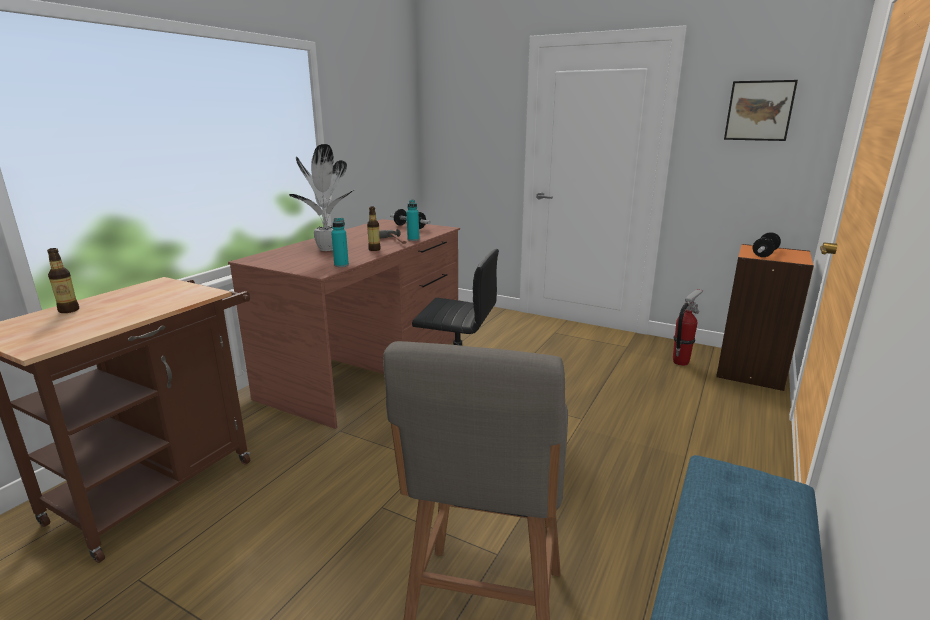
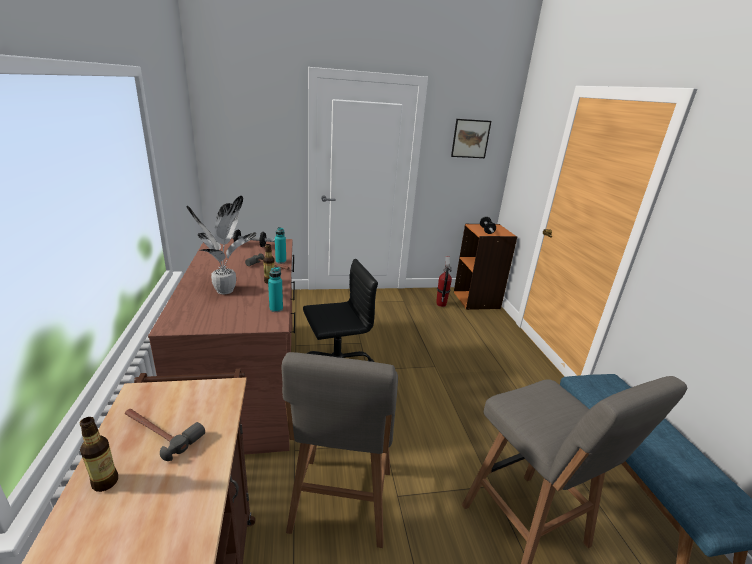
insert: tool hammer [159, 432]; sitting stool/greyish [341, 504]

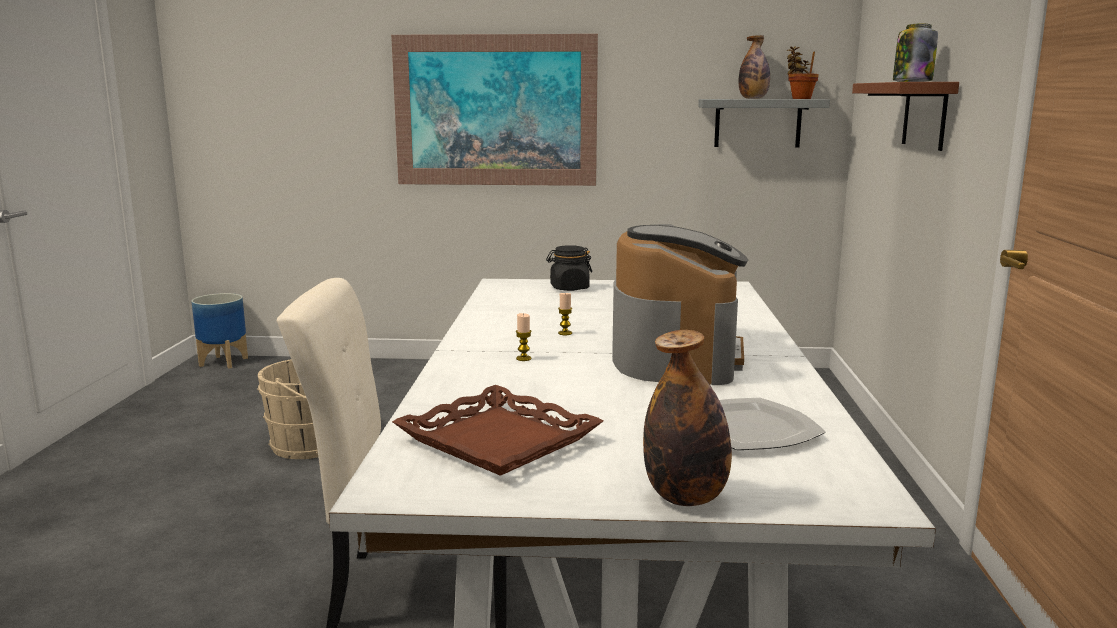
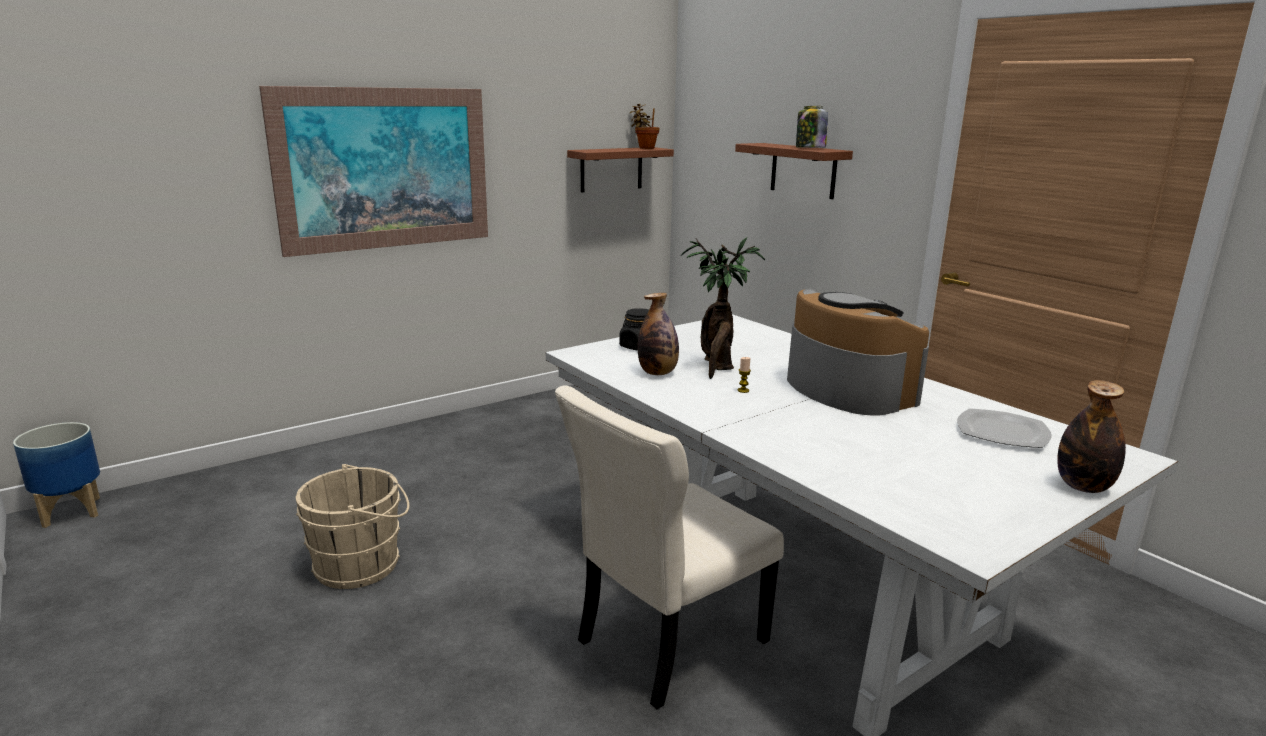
delete: carrying tray/brownish [499, 440]; candle [523, 358]
insert: potted plant [717, 367]
move: bottle [753, 98] to [658, 373]
recolor: bracket shelf/greyish [757, 123] to bracket shelf/brownish [611, 169]

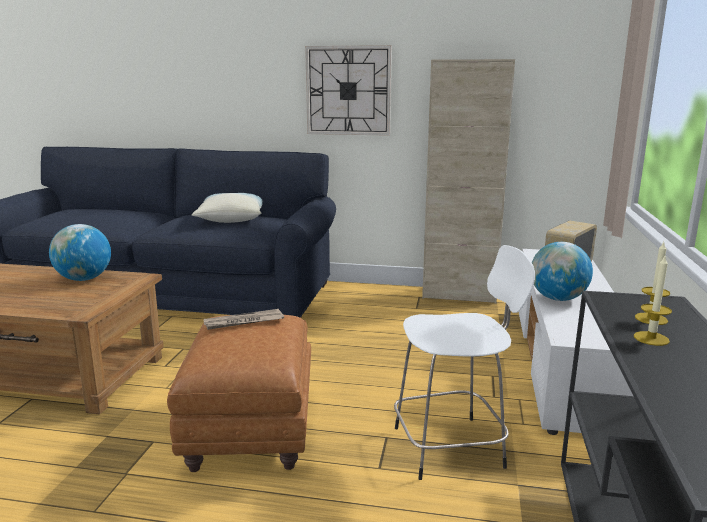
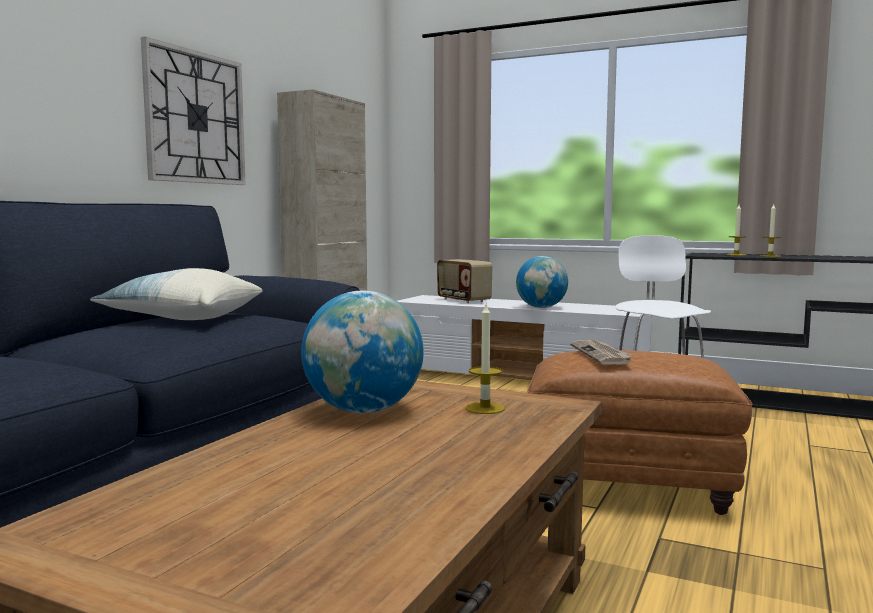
insert: candle [485, 408]

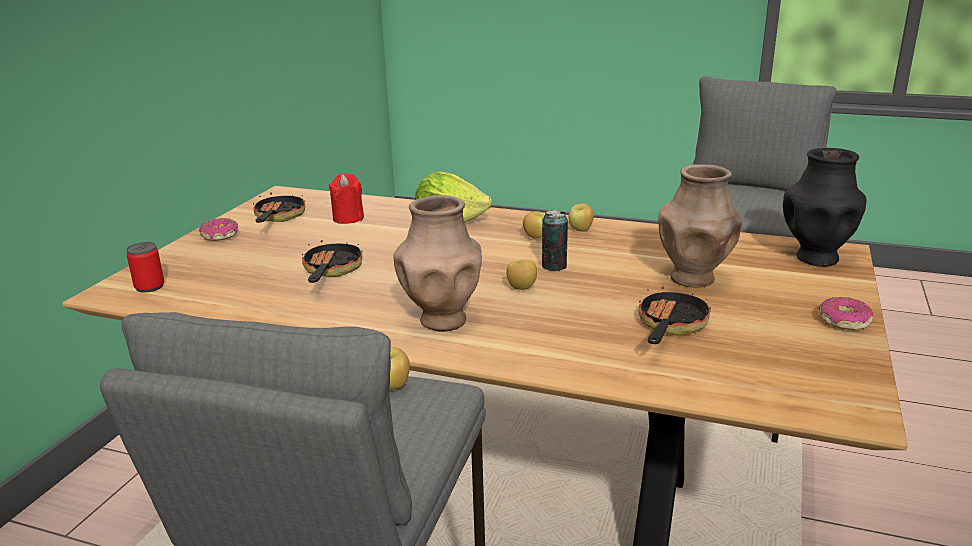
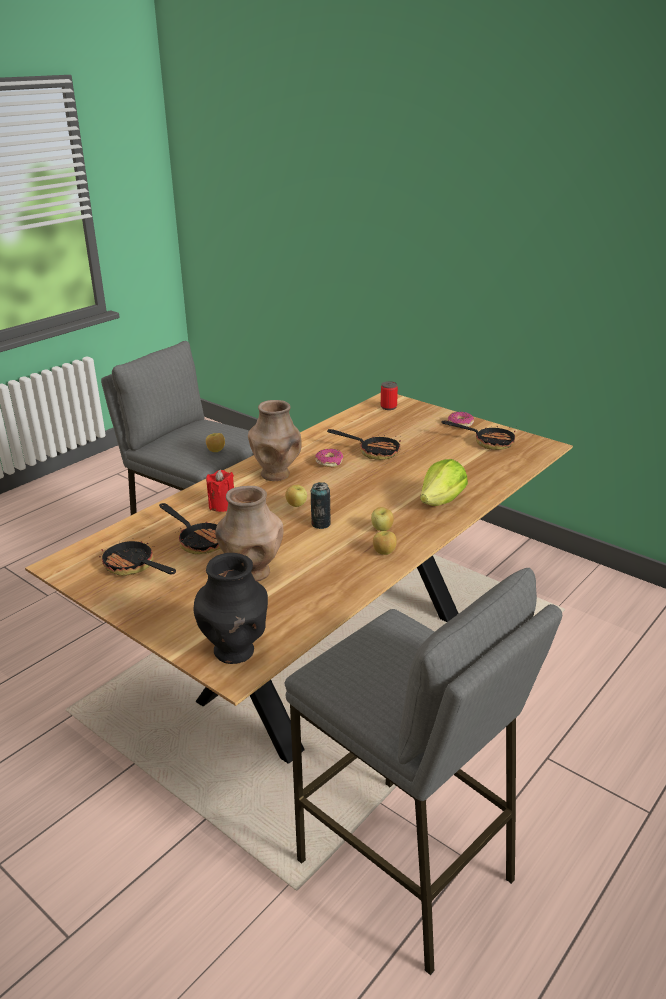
insert: pan [134, 567]
move: candle/red [348, 218] to [222, 505]; ring doughnut [843, 321] to [329, 462]

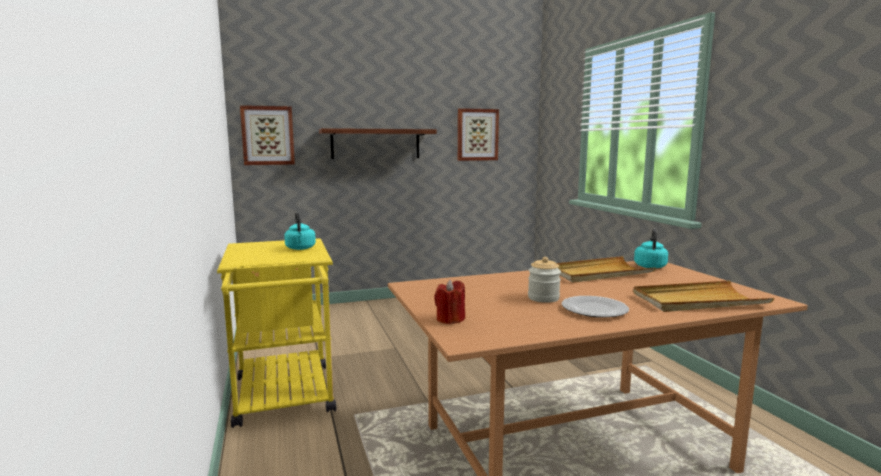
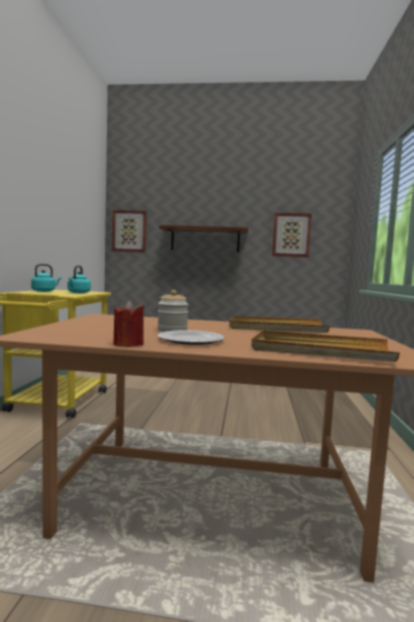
move: candle/red [450, 319] to [128, 344]; tea kettle/turquoise-coloured [650, 266] to [45, 291]

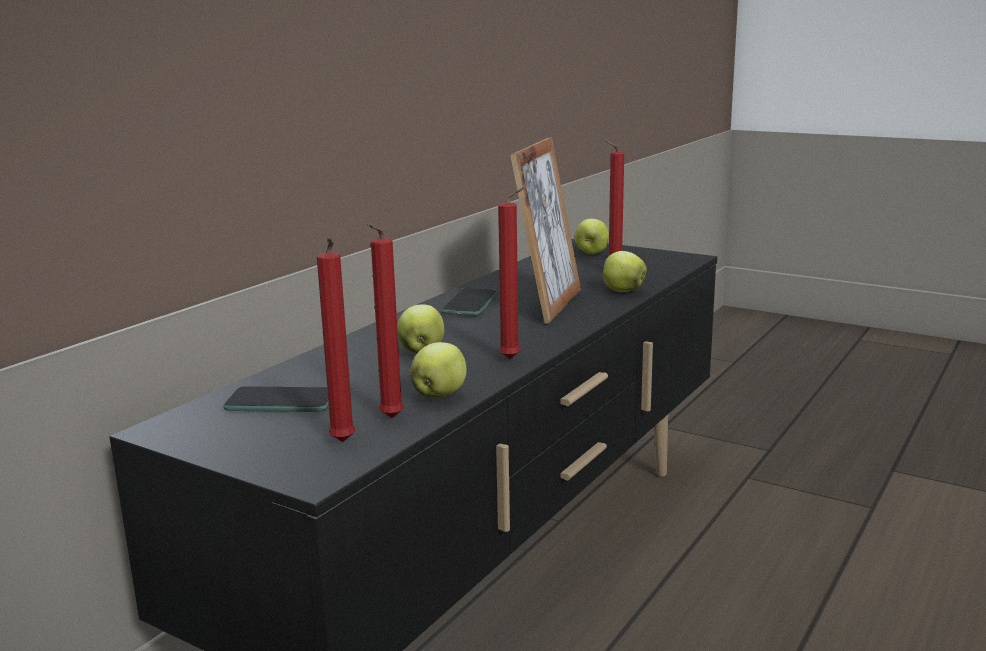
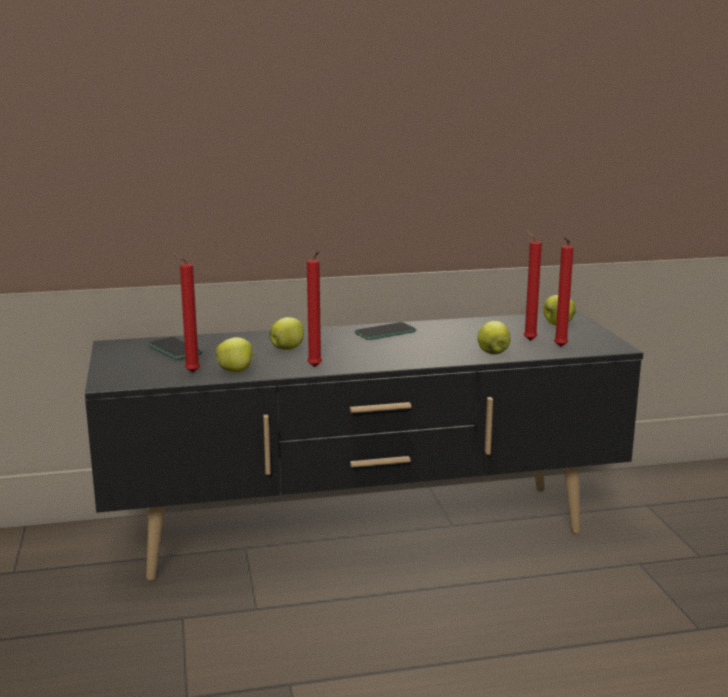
delete: photo frame [548, 304]
move: candle/red [343, 444] to [559, 347]

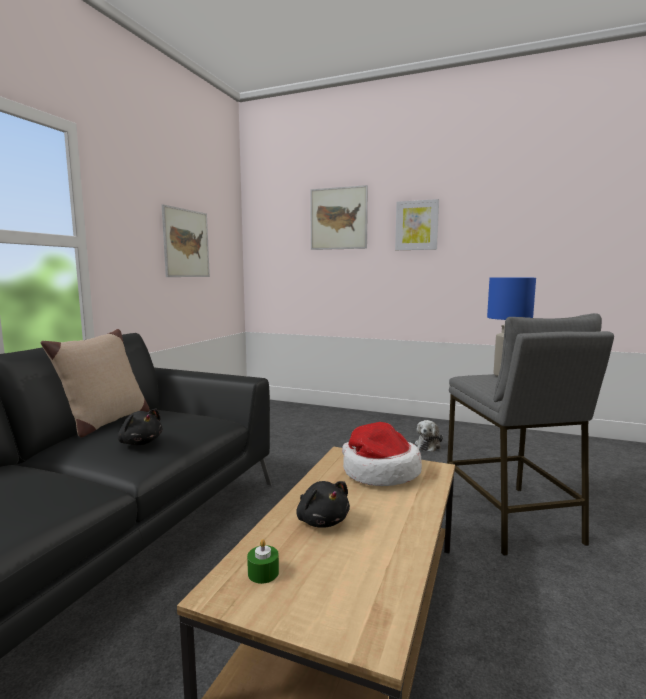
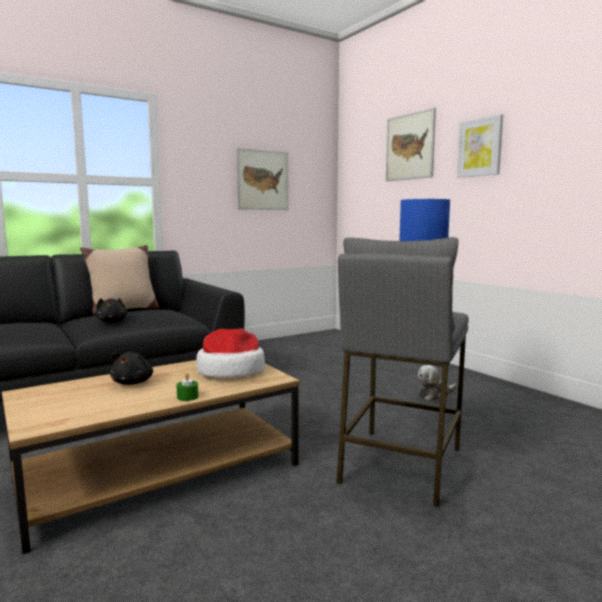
move: candle/green [263, 573] to [187, 397]

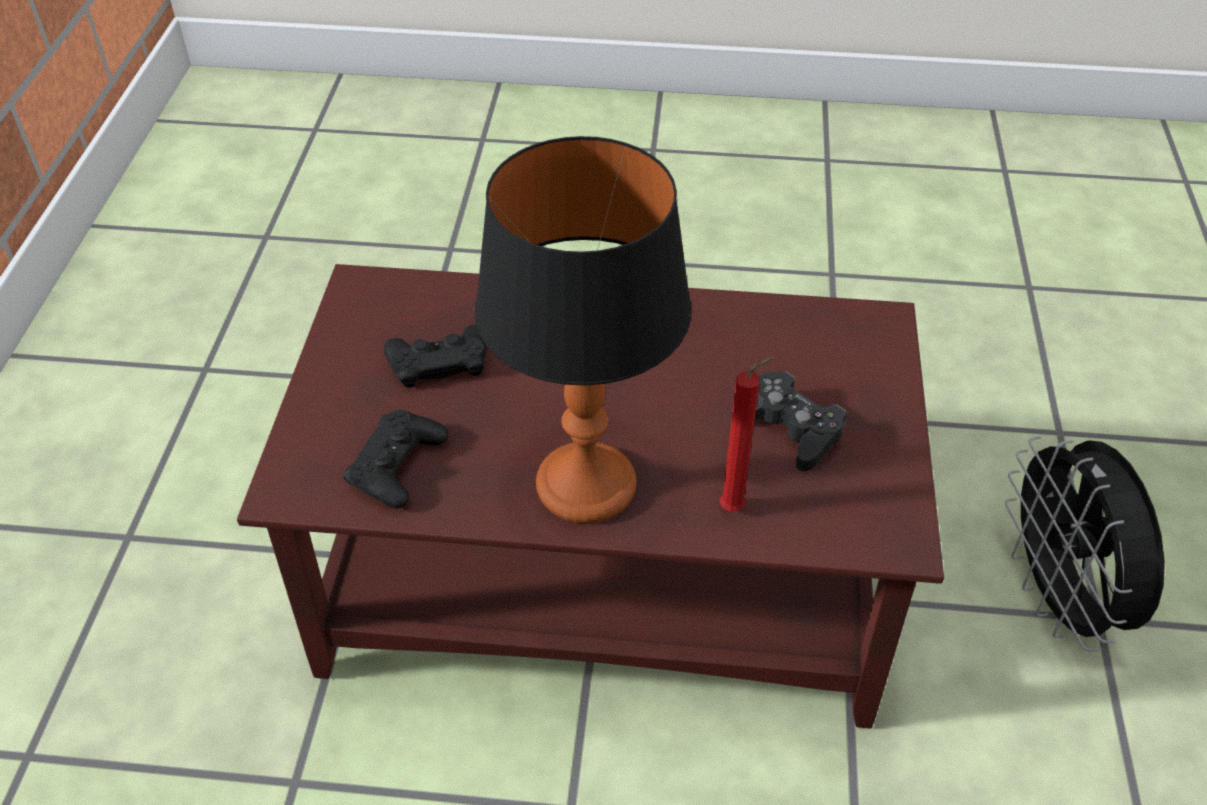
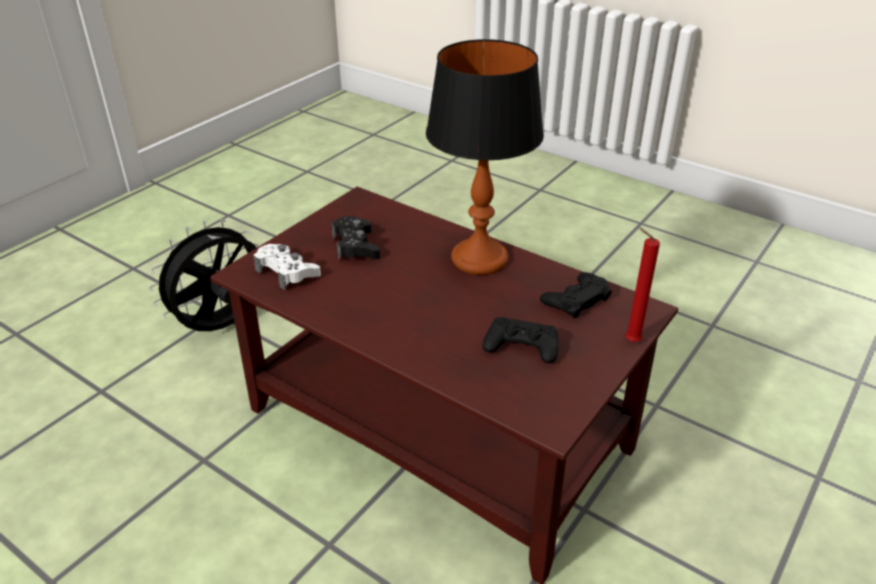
insert: joypad/white [287, 272]
move: candle/red [736, 507] to [629, 341]
rotate: fan/black [1059, 599] = [223, 326] 150 degrees counterclockwise

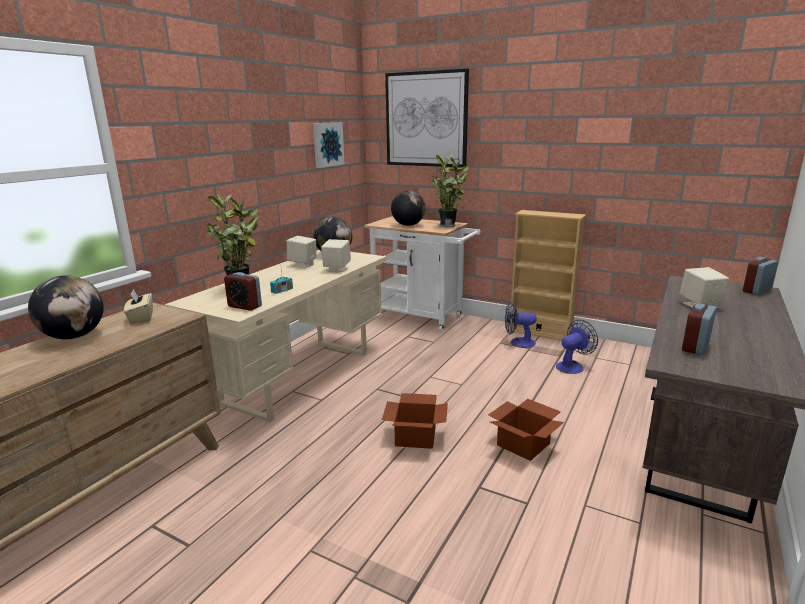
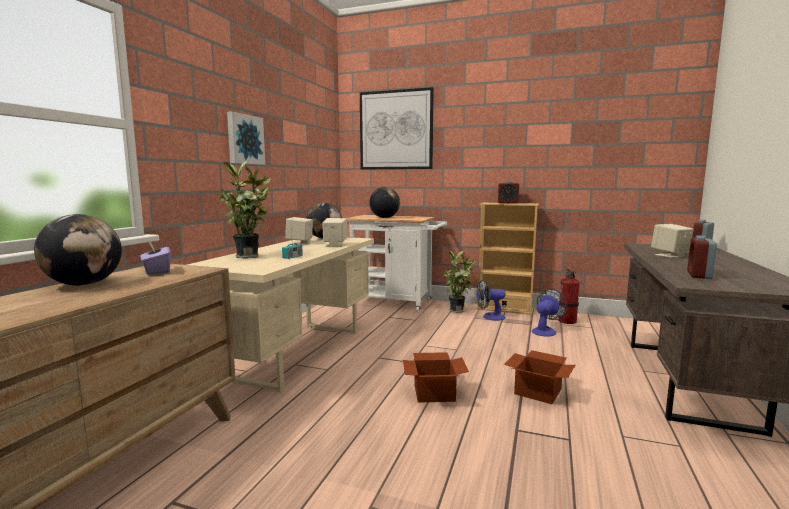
insert: fire-fighting cylinder [567, 321]
move: alarm clock [245, 306] to [508, 203]; wall picture [327, 144] to [244, 139]; potted plant [449, 225] to [458, 310]
recolor: box of tissues/sand-coloured [141, 318] to box of tissues/purple [157, 271]

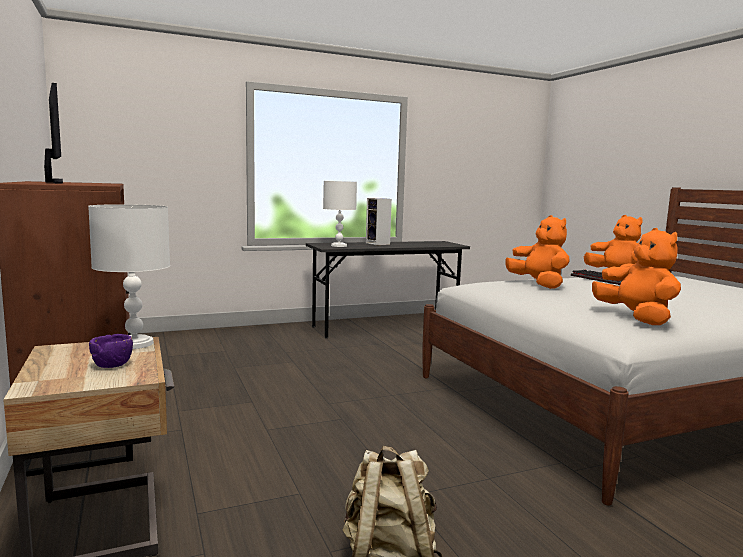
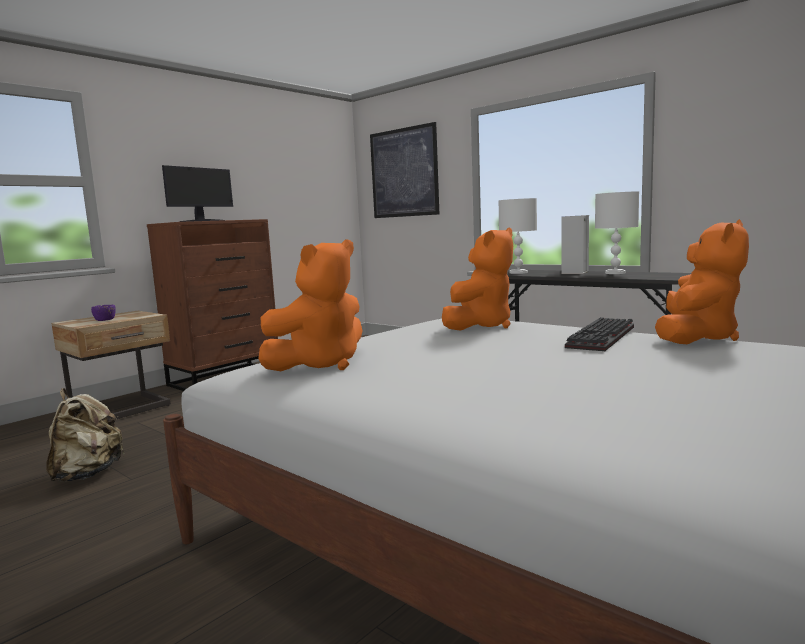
insert: wall picture [404, 173]
move: tabletop lamp/white [135, 344] to [615, 273]

